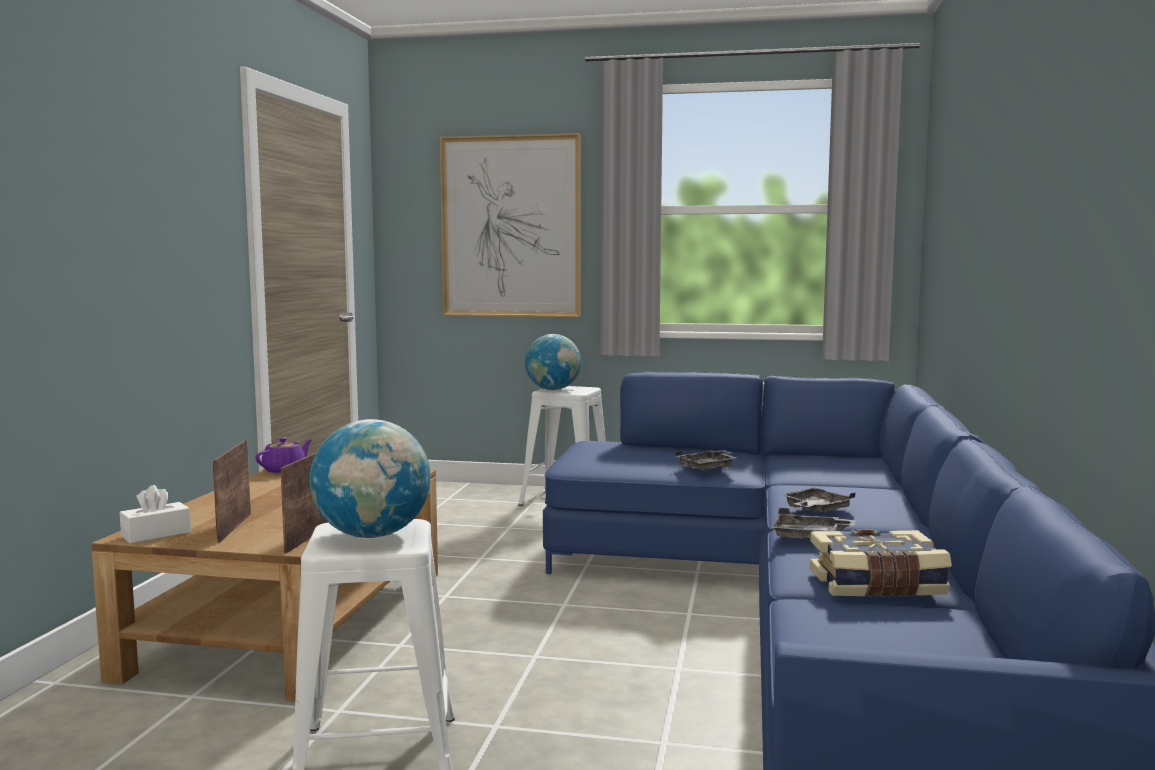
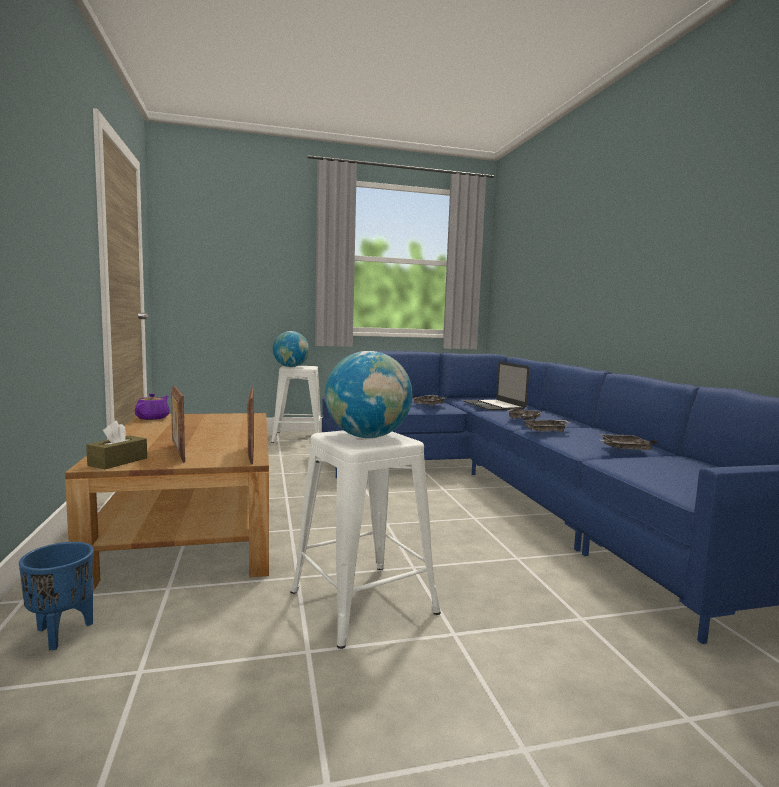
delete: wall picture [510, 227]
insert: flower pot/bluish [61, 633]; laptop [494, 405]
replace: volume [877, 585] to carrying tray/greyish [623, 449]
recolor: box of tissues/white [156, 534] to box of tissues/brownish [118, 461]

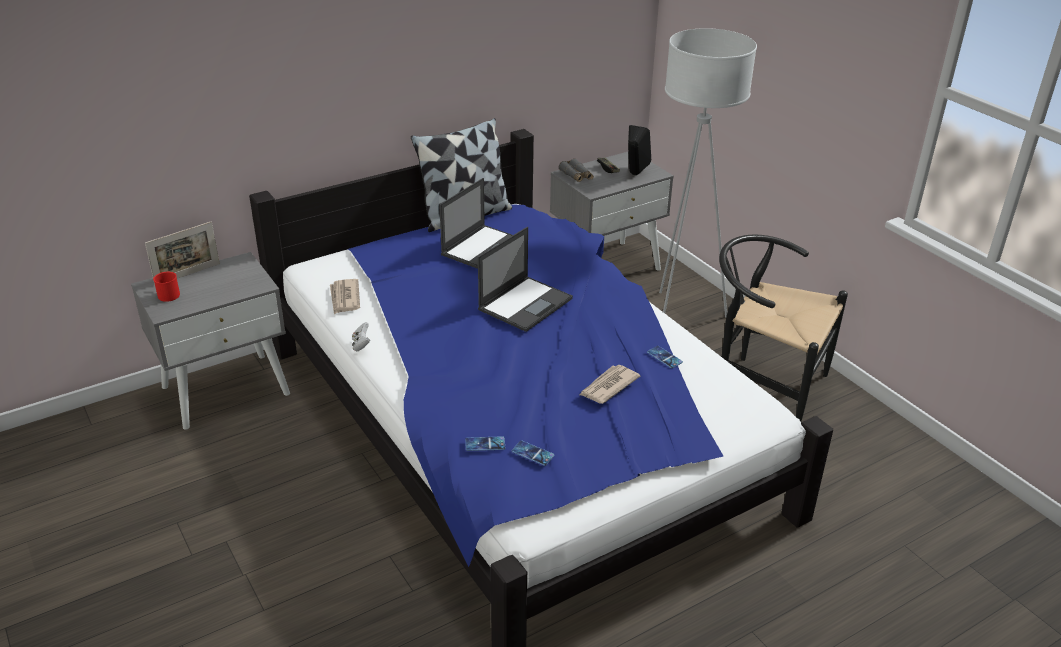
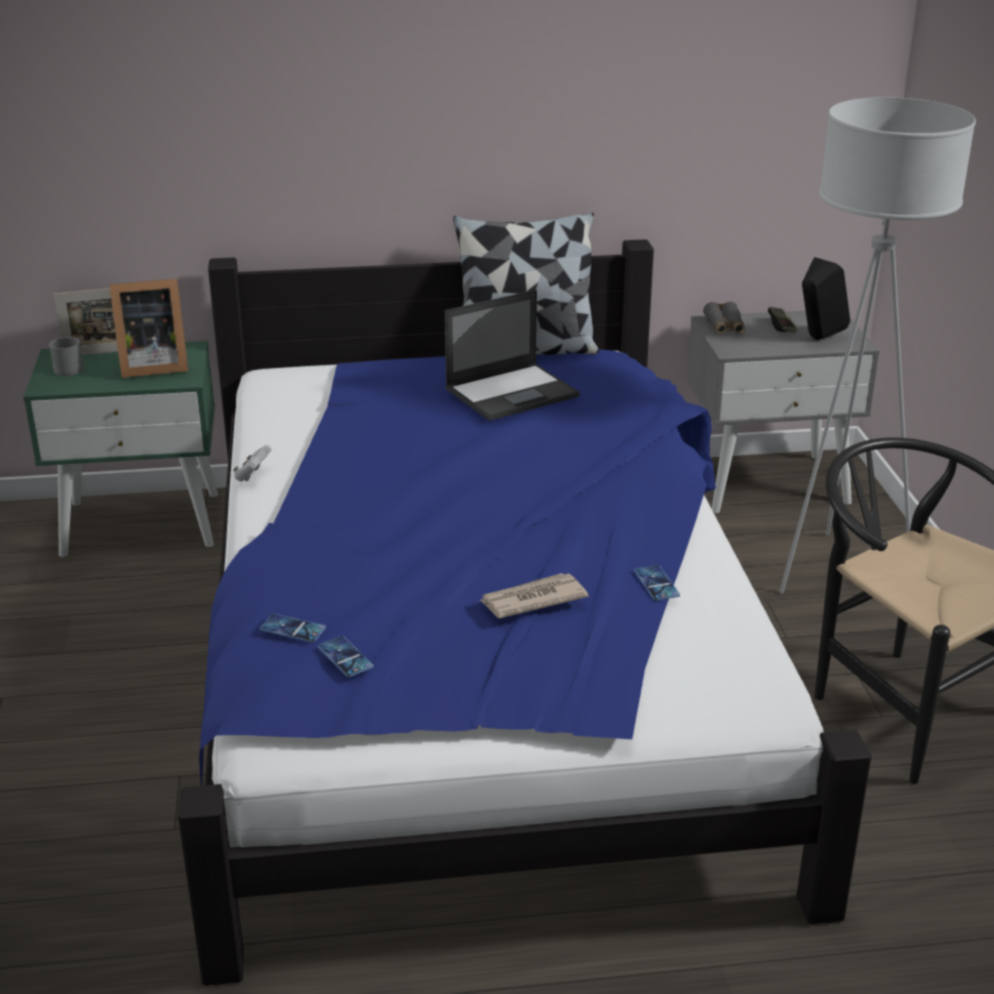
delete: daily paper [344, 298]; laptop [526, 303]
insert: photo frame [151, 366]
recolor: night table/greyish [226, 389] to night table/green [142, 523]; mug/red [166, 294] to mug/greyish [67, 368]

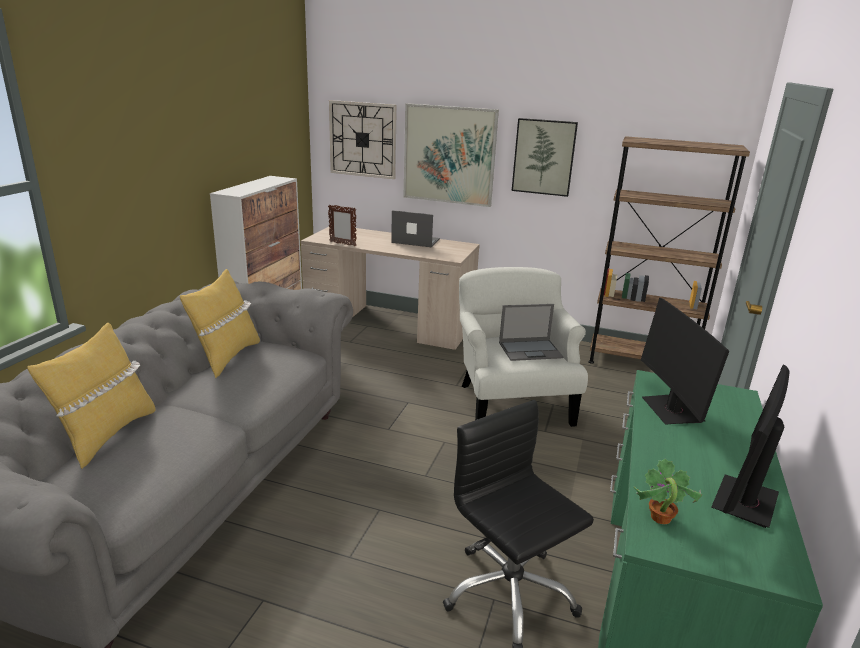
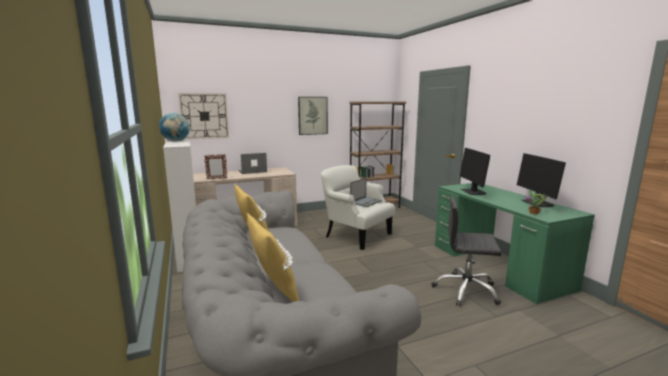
delete: wall picture [449, 155]
insert: world globe [175, 141]
rotate: computer screen [672, 410] = [473, 192] 45 degrees clockwise

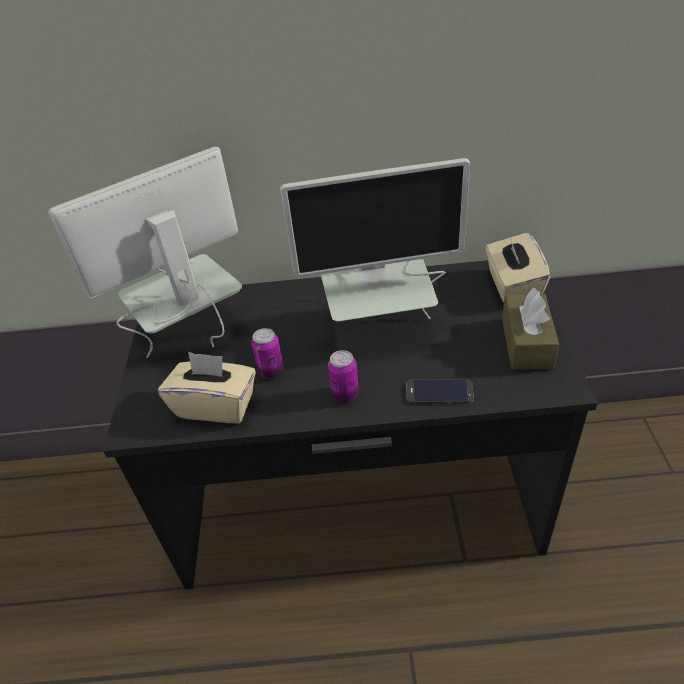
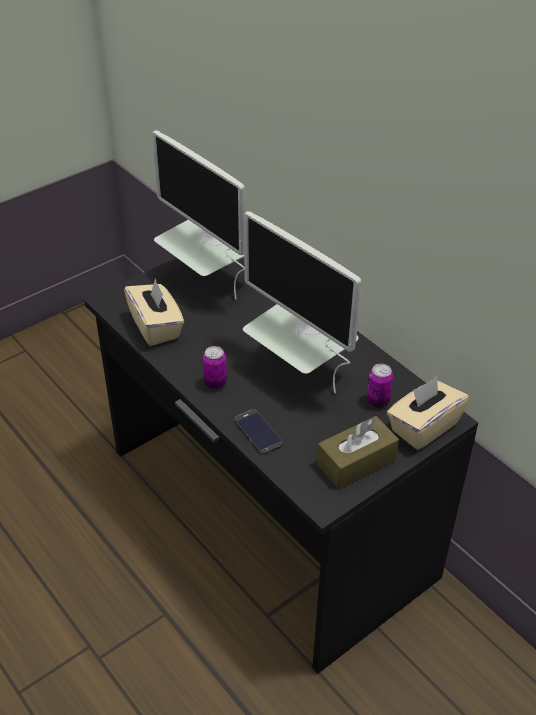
move: can [271, 371] to [377, 401]
rotate: computer screen [192, 335] = [209, 279] 150 degrees counterclockwise

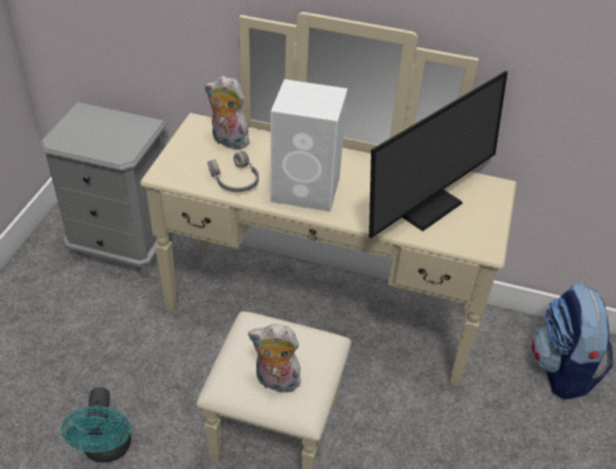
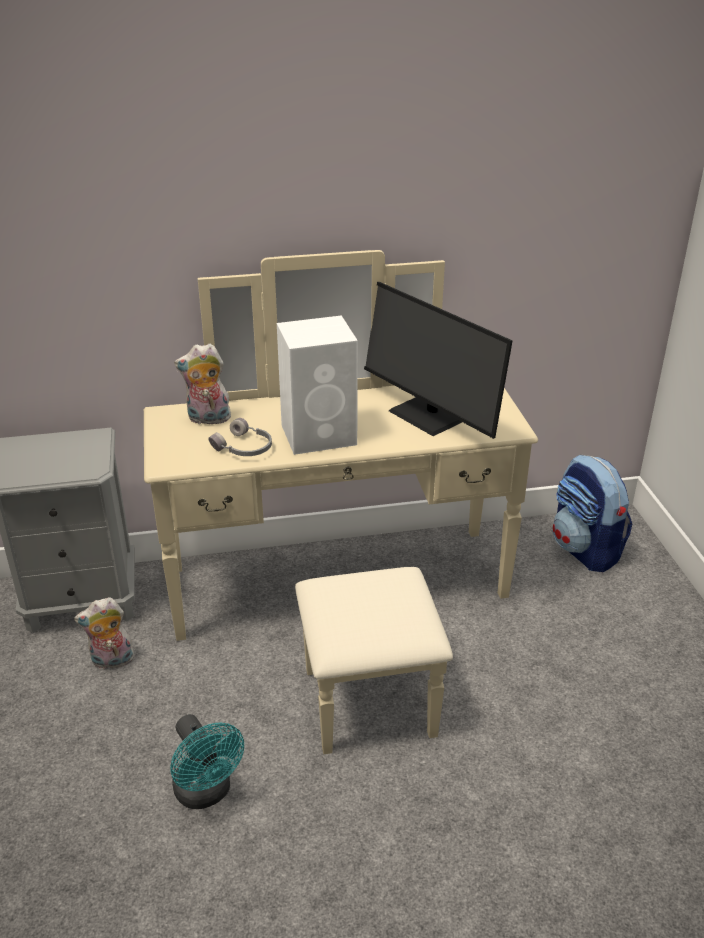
move: plush toy [275, 382] to [111, 661]
rotate: computer screen [421, 202] = [431, 413] 120 degrees clockwise

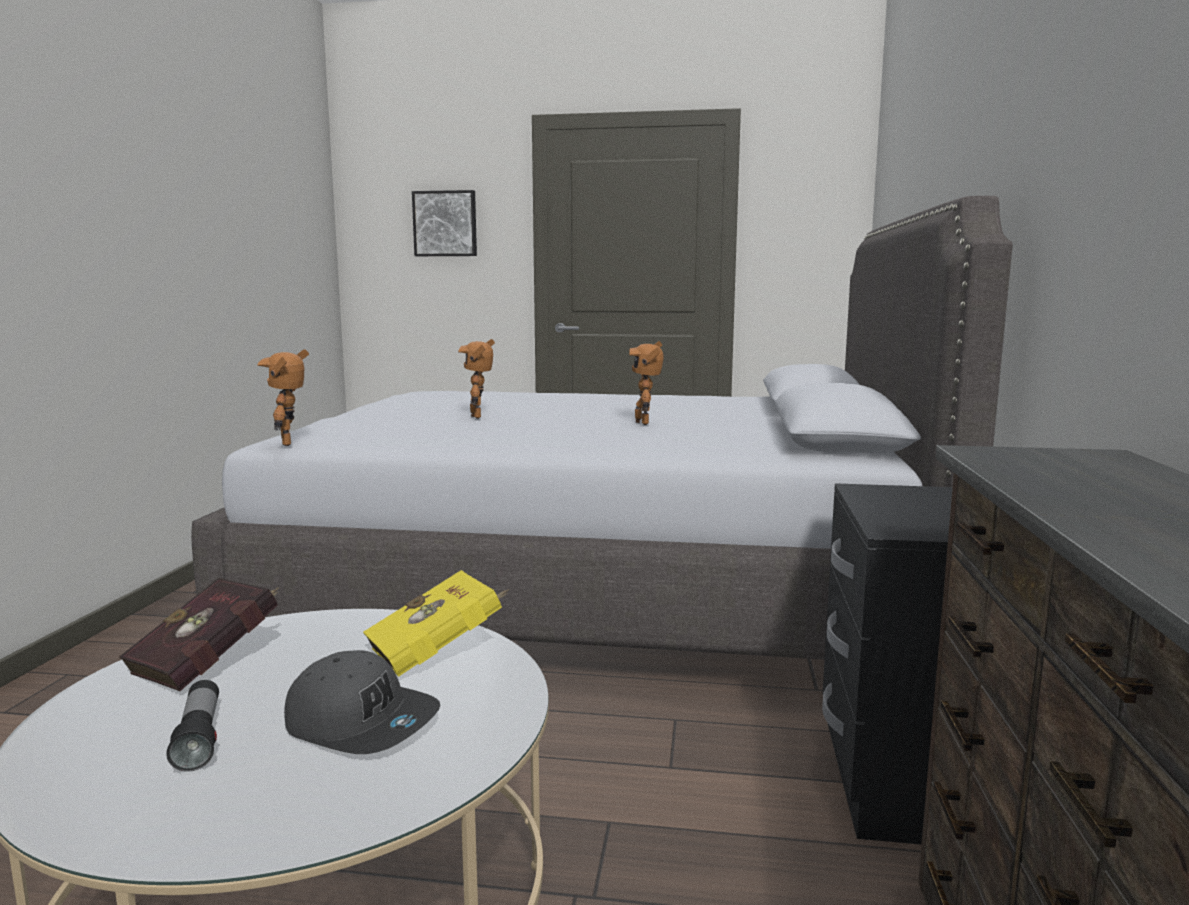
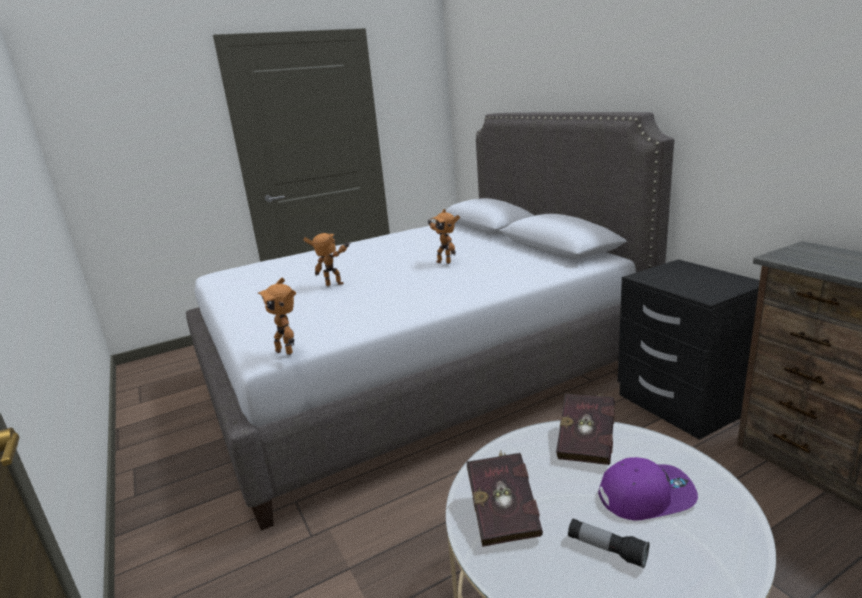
delete: wall picture [445, 224]
recolor: baseball cap/greyish [362, 722] to baseball cap/purple [645, 495]; volume/yellowish [440, 652] to volume/red [587, 442]
rotate: model robot [479, 417] = [335, 285] 135 degrees clockwise

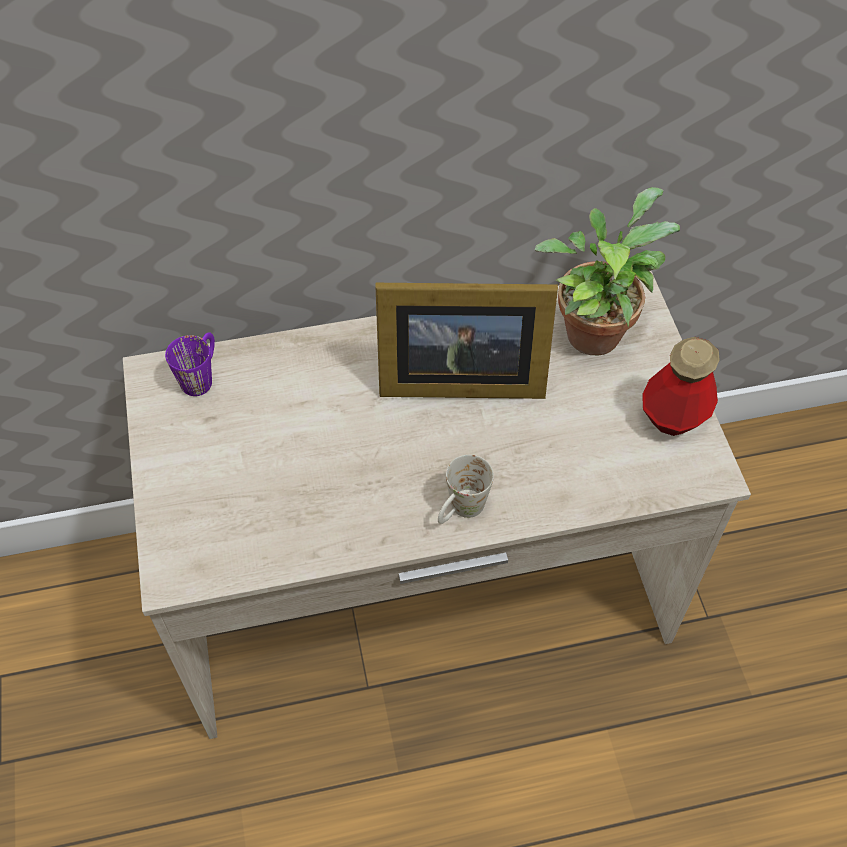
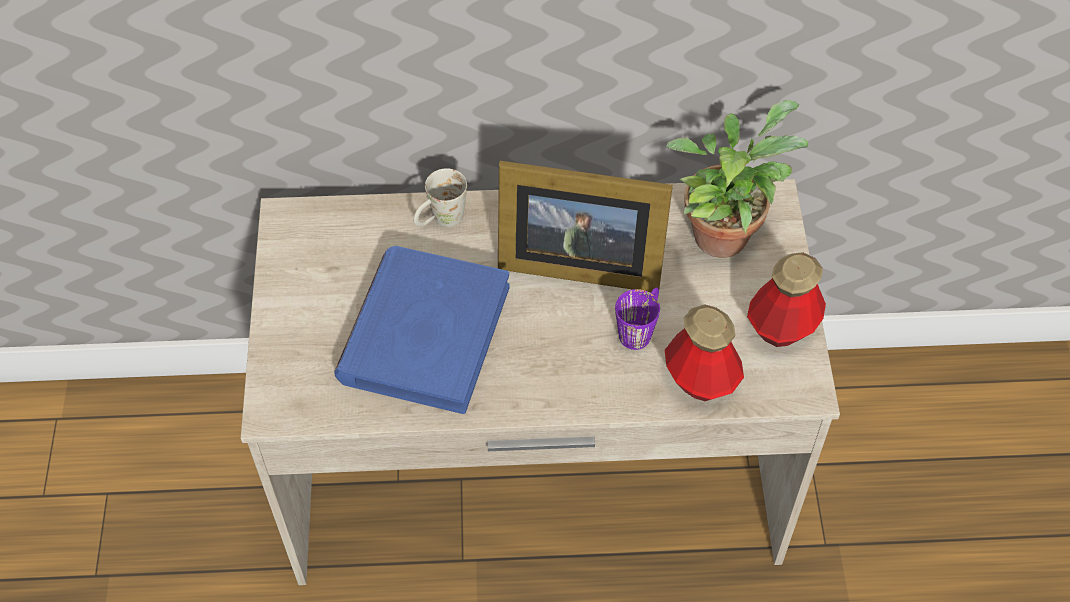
insert: volume/bluish [424, 333]; bottle [701, 380]
move: mug/purple [201, 375] to [639, 328]; mug/white [460, 511] to [440, 221]

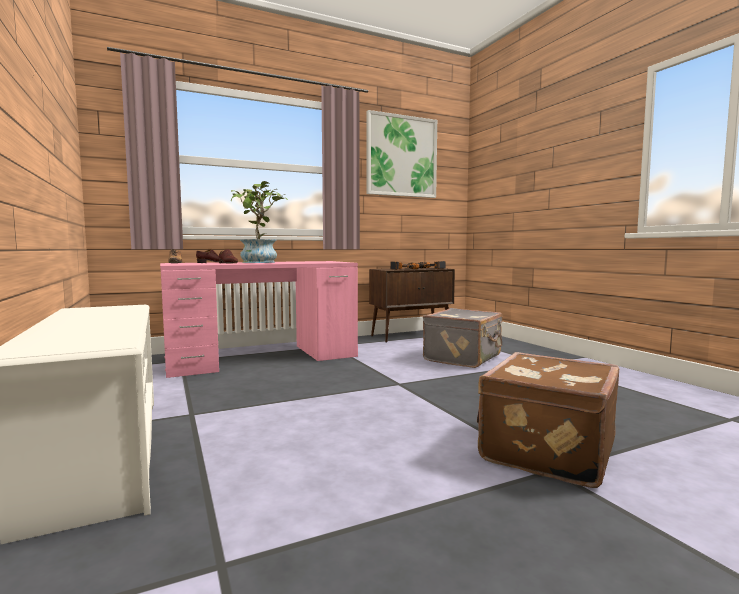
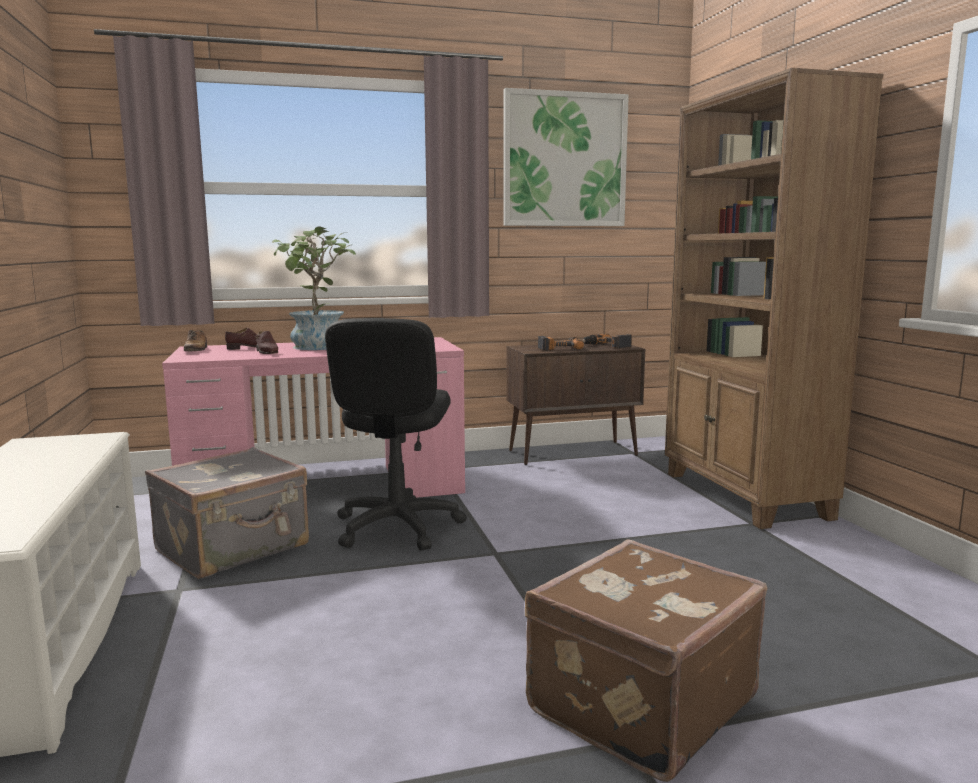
insert: computer chair/black [396, 527]; shelving unit/brownish [744, 496]
move: travel case/greyish [464, 358] to [234, 548]

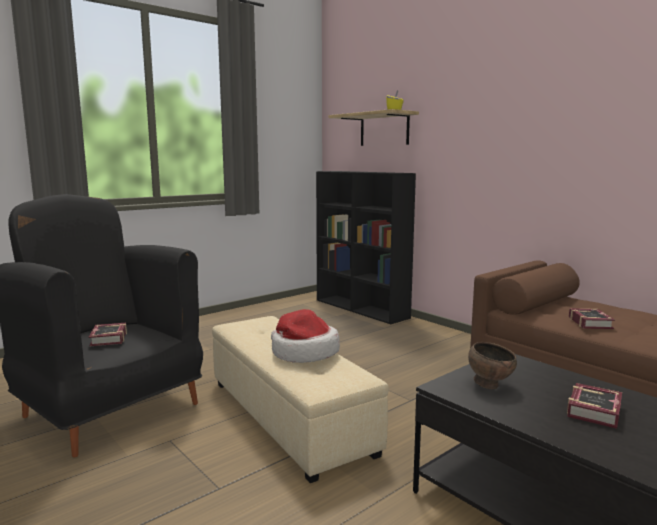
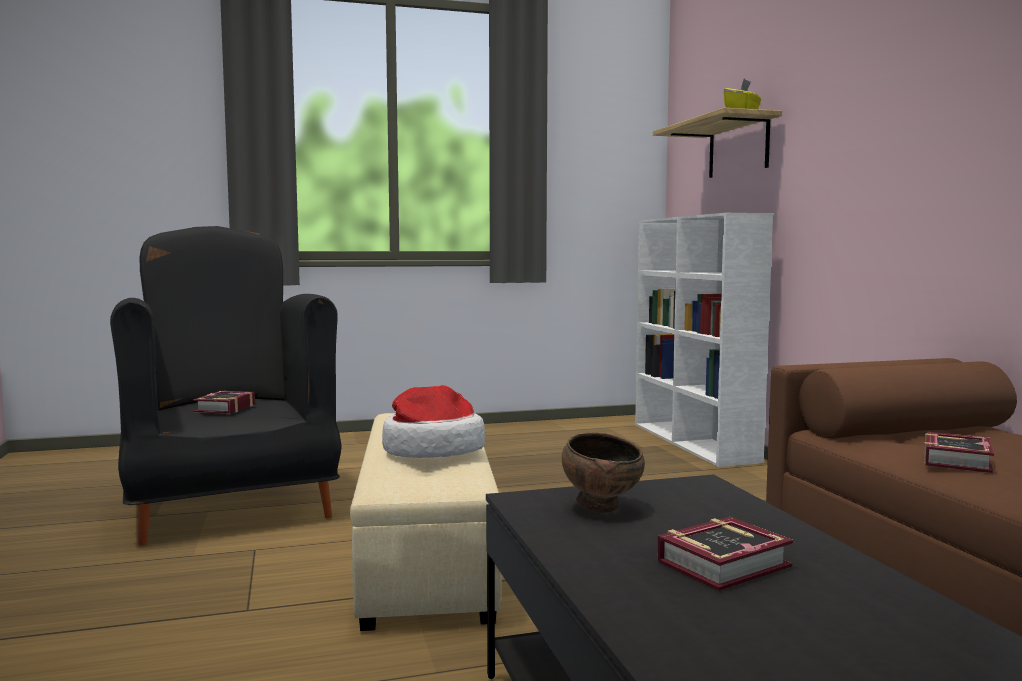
recolor: shelving unit/black [362, 309] to shelving unit/white [694, 442]

